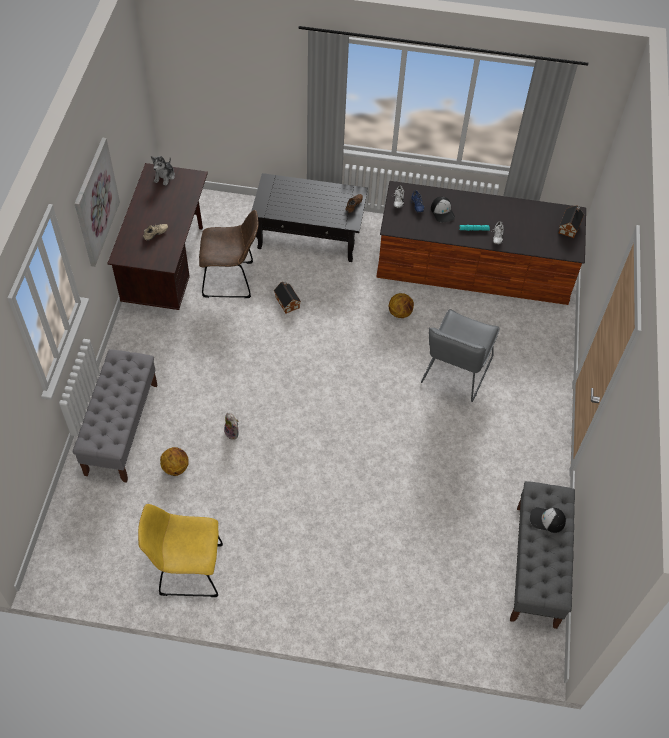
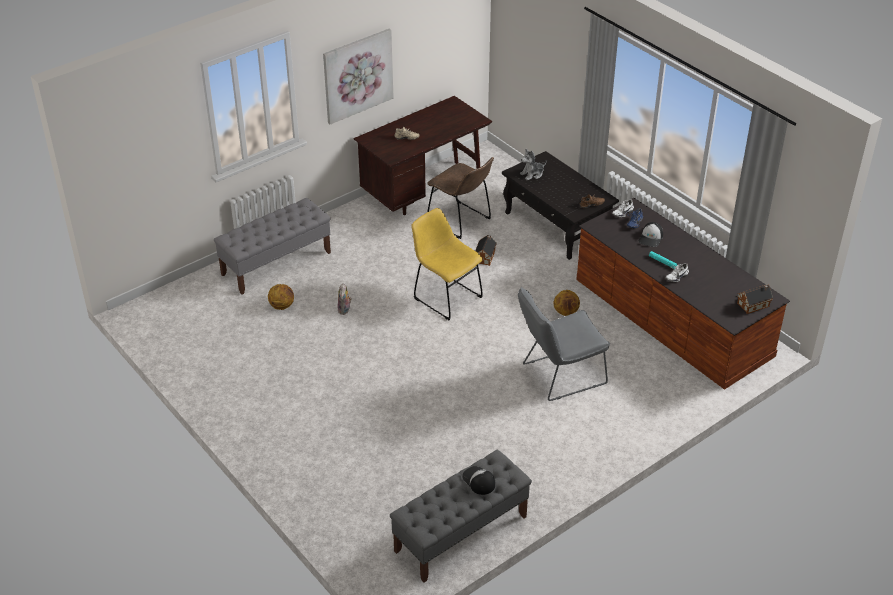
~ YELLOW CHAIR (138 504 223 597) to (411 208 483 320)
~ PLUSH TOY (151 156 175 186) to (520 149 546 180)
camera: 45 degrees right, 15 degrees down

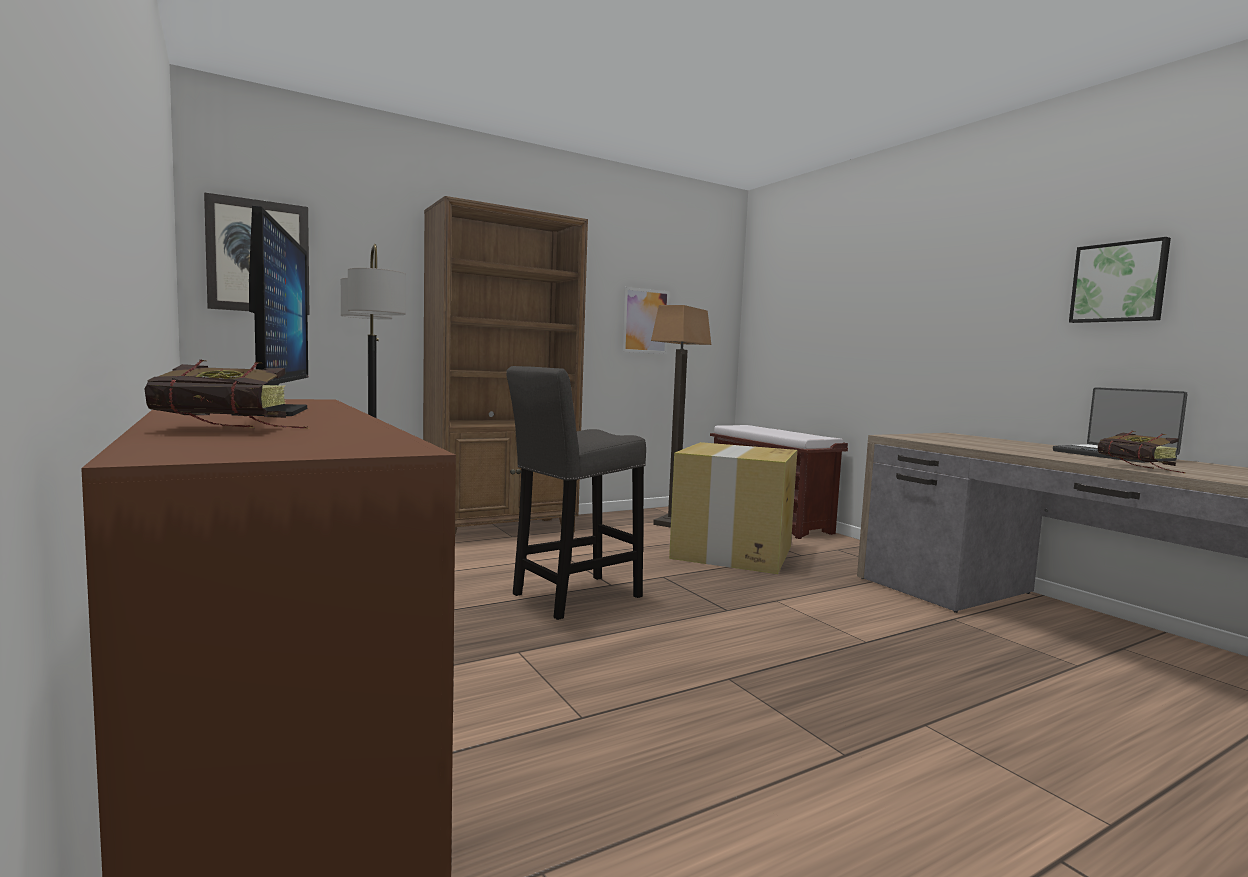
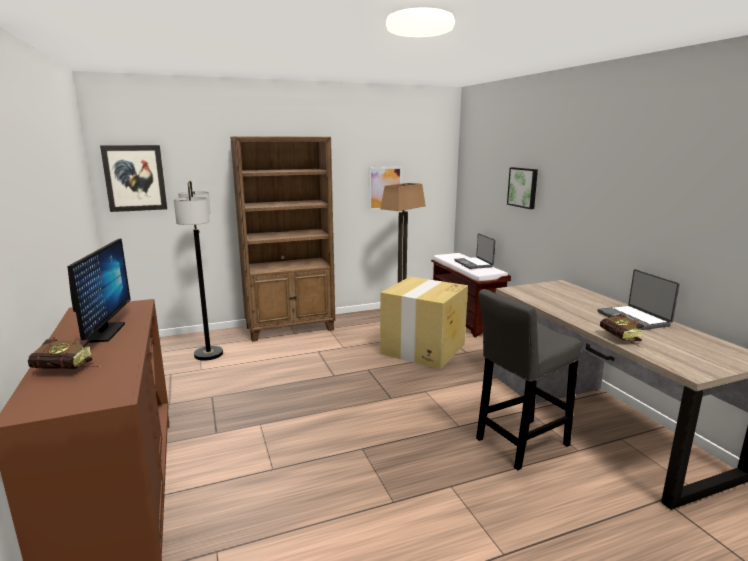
+ LAPTOP (454 233 496 269)
~ GREY STOOL (506 366 646 620) to (476 289 582 470)
~ PICTURE (1069 237 1171 323) to (507 167 538 209)
camera: 10 degrees right, 10 degrees up

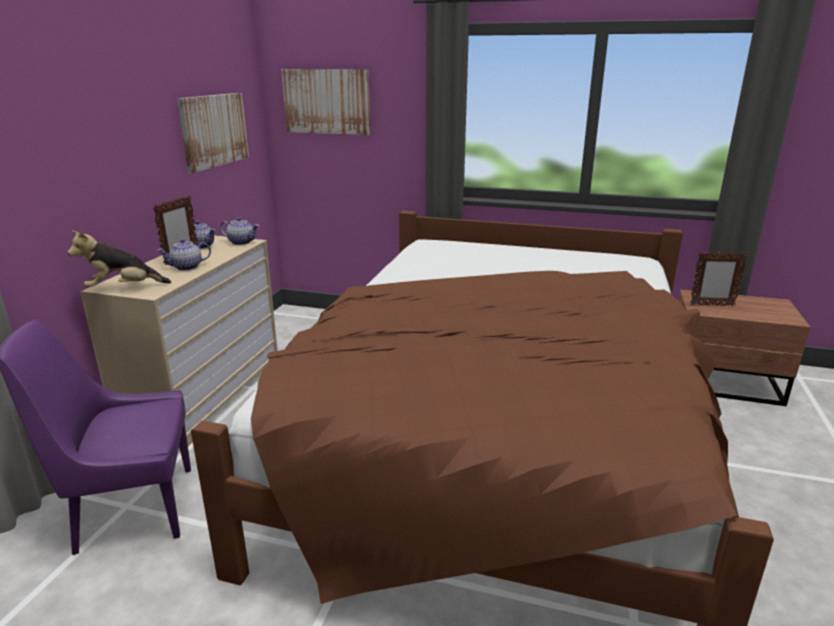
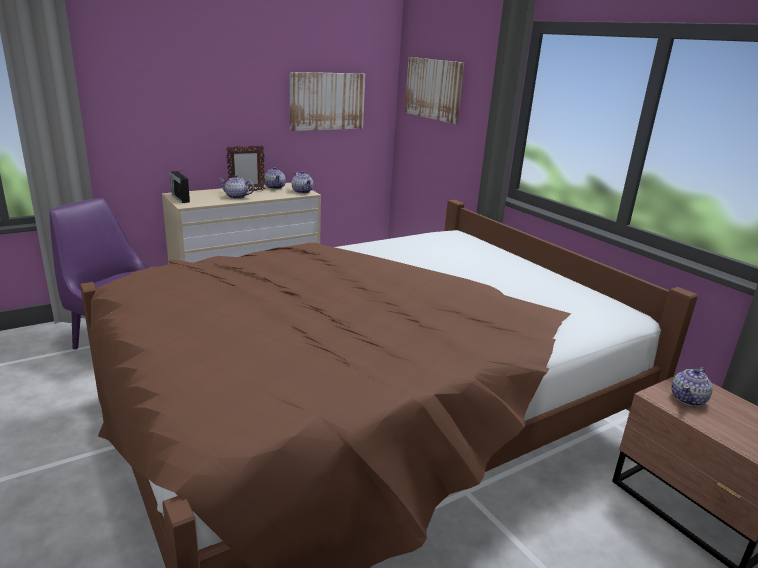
~ PLUSH TOY (67 230 171 287) to RADIO (170 171 190 203)
~ PICTURE FRAME (690 252 747 306) to TEAPOT (671 367 713 406)
camera: 40 degrees right, 0 degrees up

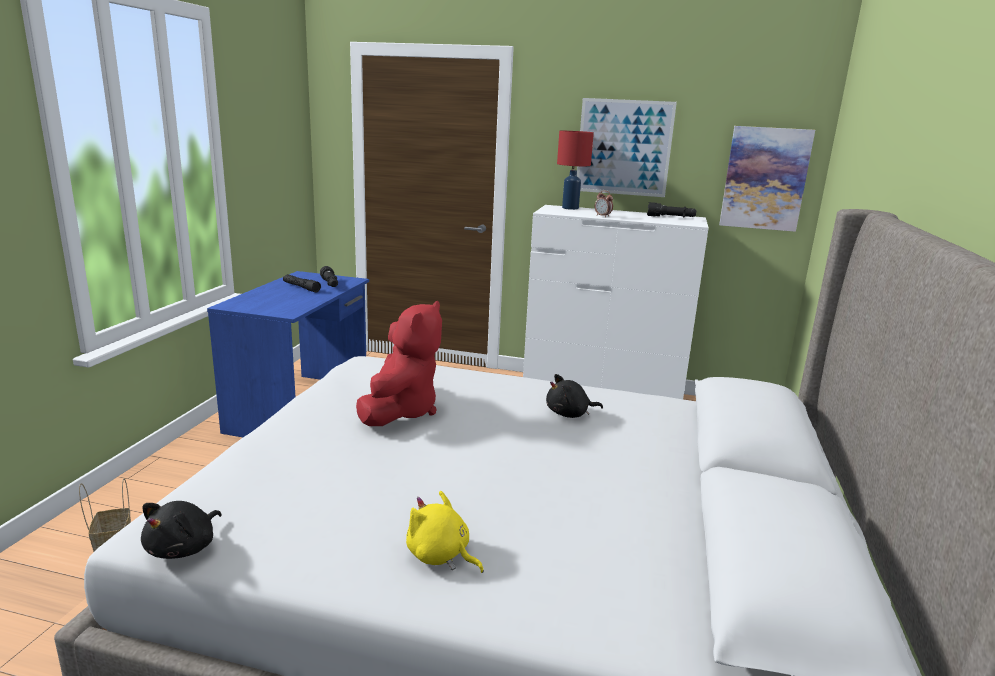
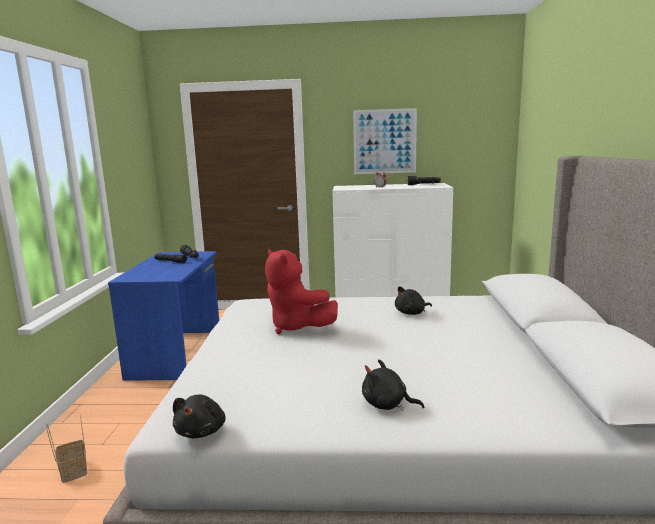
~ RED PLUSH TOY (356 301 442 426) = (265 249 338 334) 135 degrees clockwise
~ YELLOW PLUSH TOY (406 491 484 573) to BLACK PLUSH TOY (362 359 424 411)
- RED TABLE LAMP (557 131 594 210)
- PICTURE (719 126 815 232)
camera: 10 degrees left, 5 degrees down

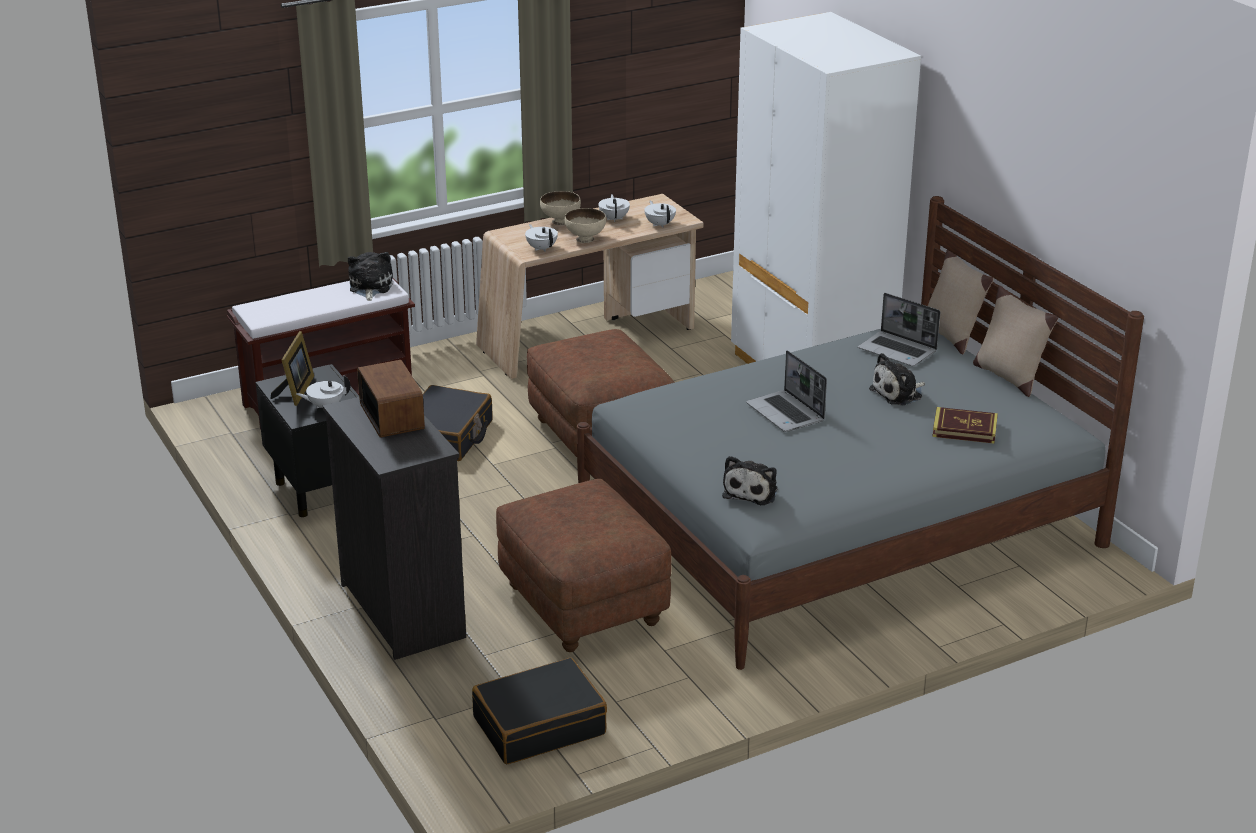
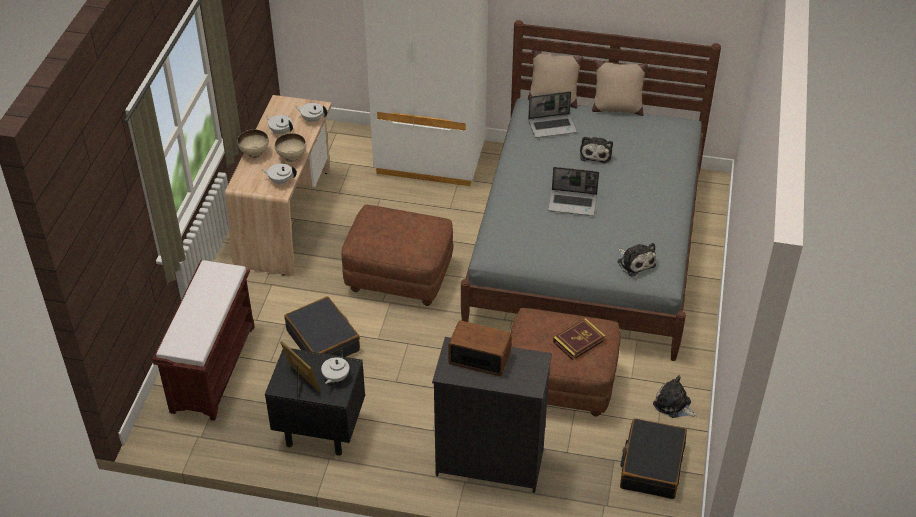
~ BOOK (932 407 998 443) to (553 318 606 360)
~ PLUSH TOY (348 252 393 301) to (653 375 697 418)
camera: 50 degrees left, 15 degrees up

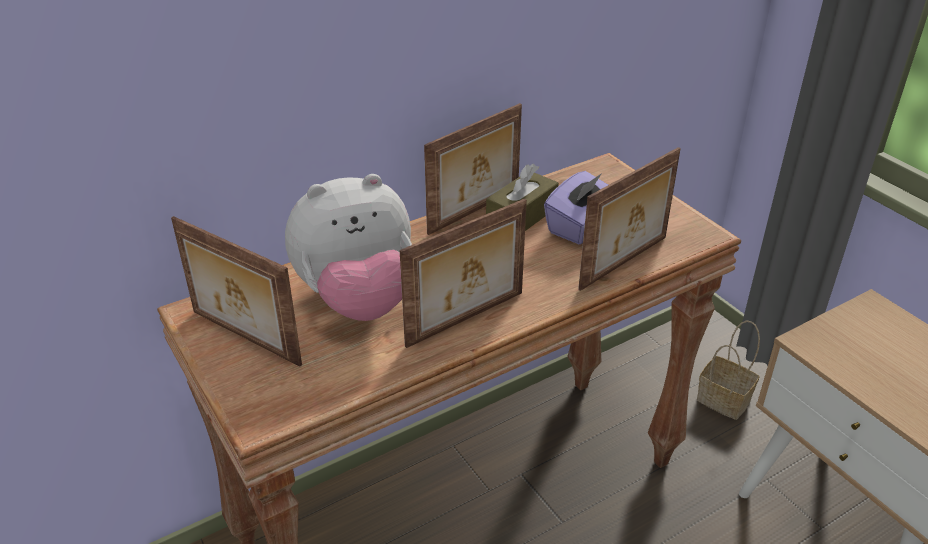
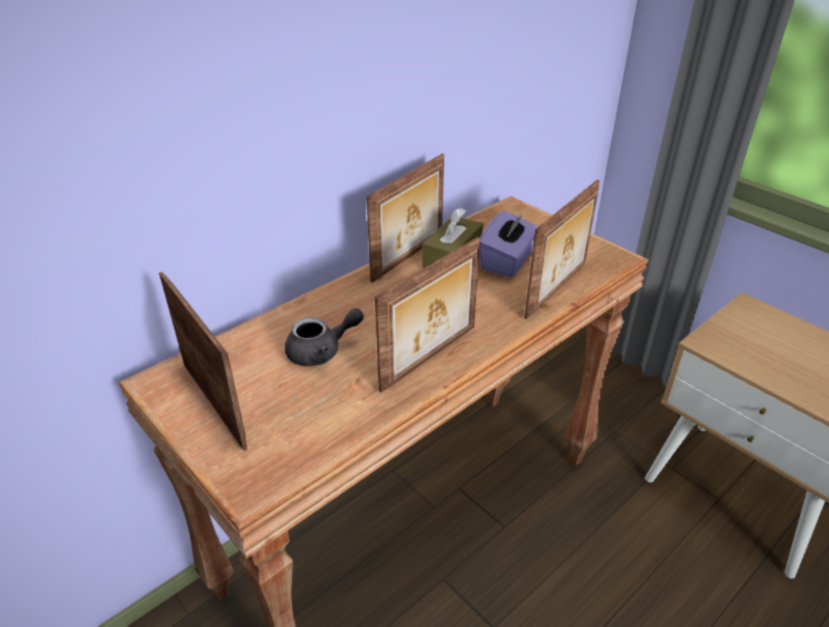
~ PICTURE FRAME (171 216 302 367) = (159 272 247 451) 150 degrees counterclockwise
~ PLUSH TOY (285 174 412 321) to GREY TEAPOT (285 308 364 366)
- BASKET (697 320 760 420)
camera: 10 degrees left, 0 degrees up

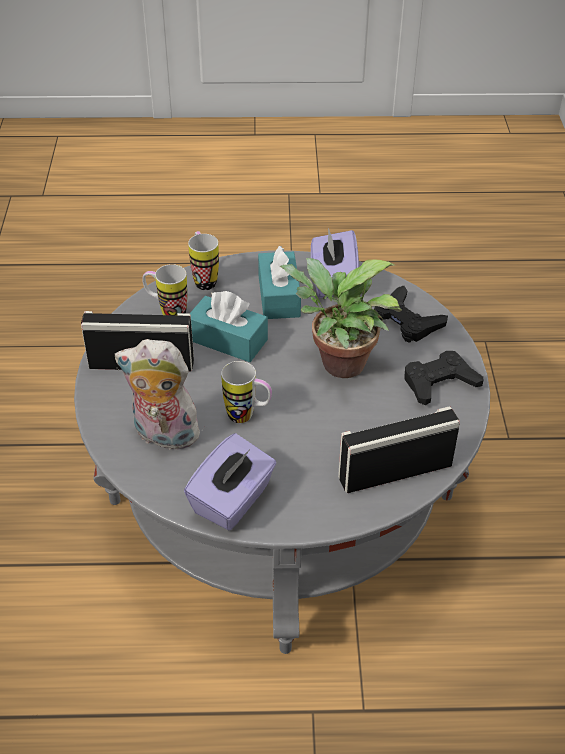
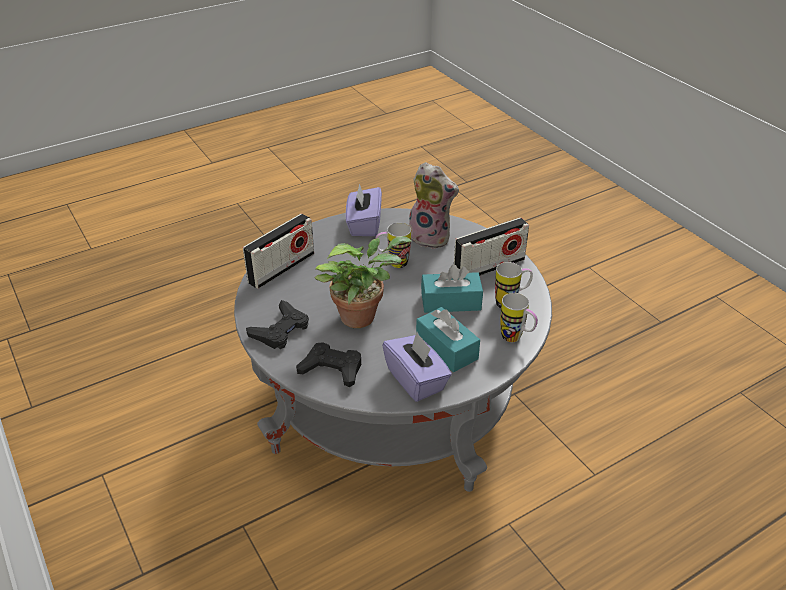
~ PLUSH TOY (115 339 204 454) = (409 162 459 249) 45 degrees clockwise
camera: 150 degrees right, 5 degrees down

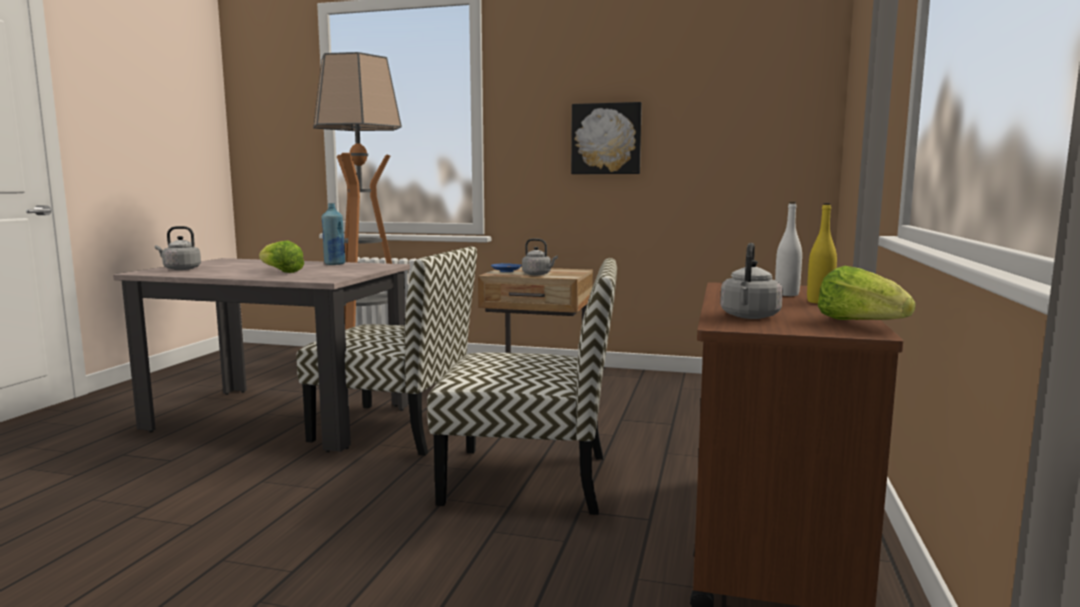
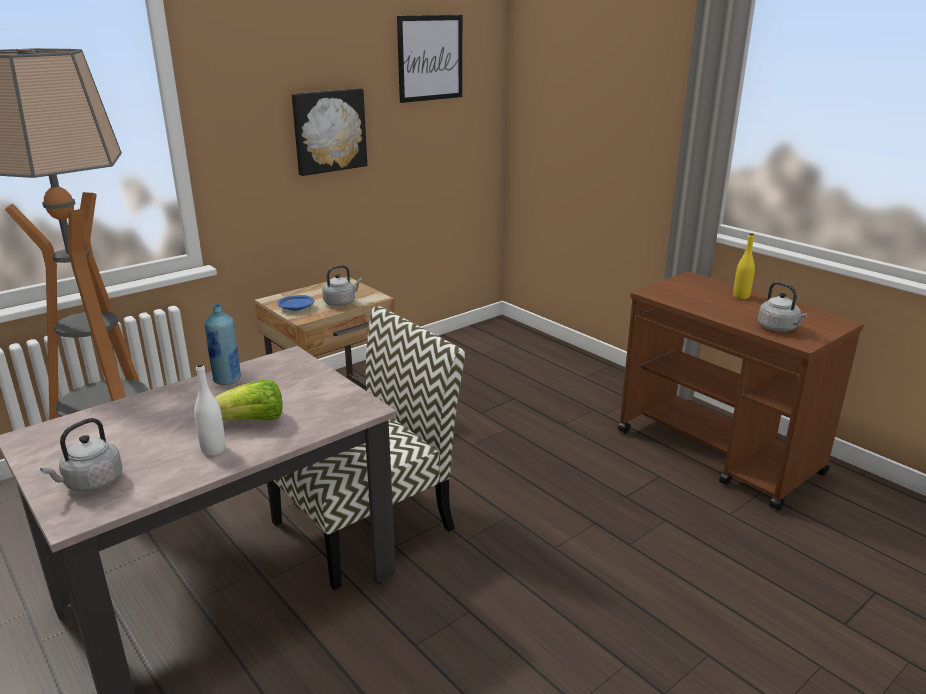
~ WHITE BOTTLE (775 202 802 296) to (194 363 226 456)
+ PICTURE (397 15 462 103)
- CHAIR (427 258 617 515)
- LETTUCE (818 266 916 320)
camera: 55 degrees left, 15 degrees up

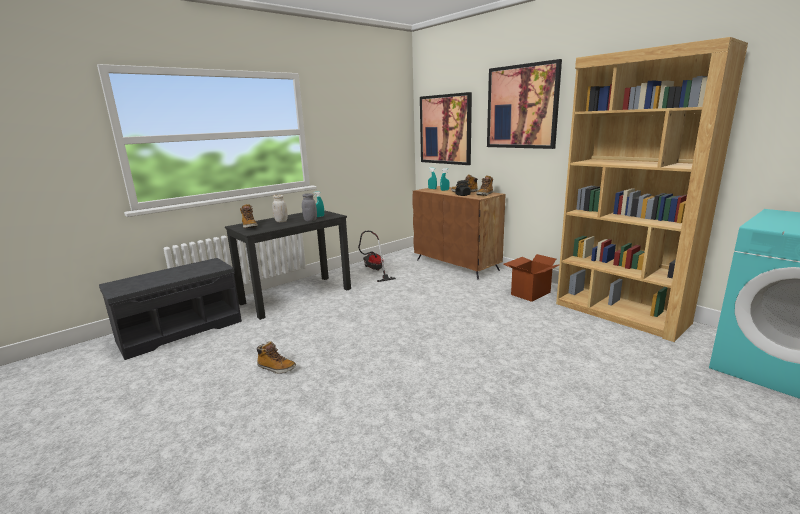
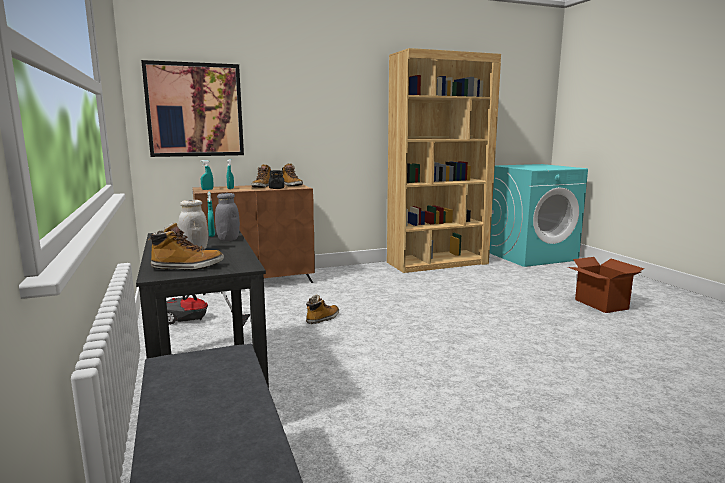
~ BOOT (256 341 296 374) to (306 295 339 324)
~ CARDBOARD BOX (503 254 560 302) to (568 257 644 313)
- PICTURE (487 59 562 149)
camera: 70 degrees left, 5 degrees down

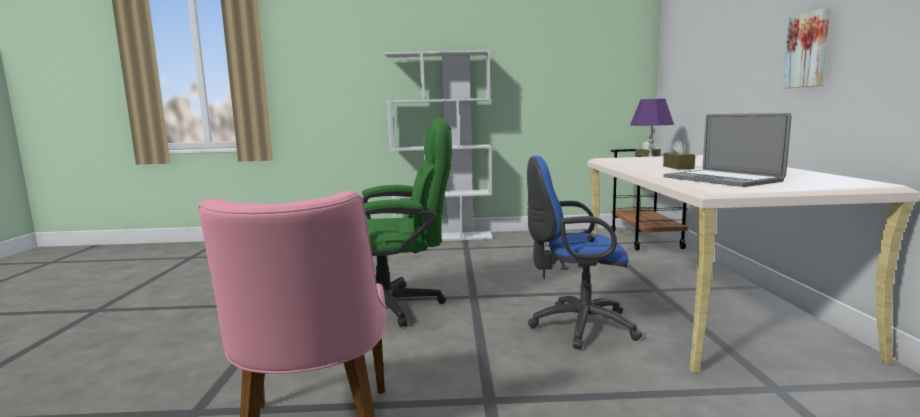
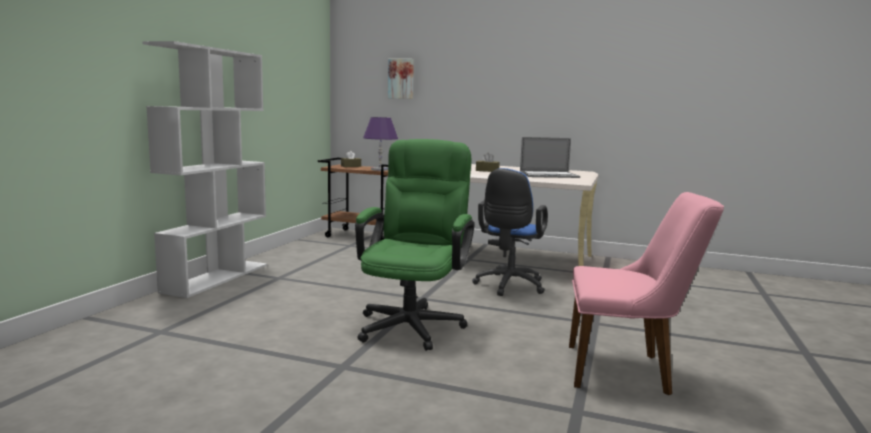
~ PICTURE (783 8 830 88) to (388 59 414 99)
camera: 70 degrees left, 0 degrees up

